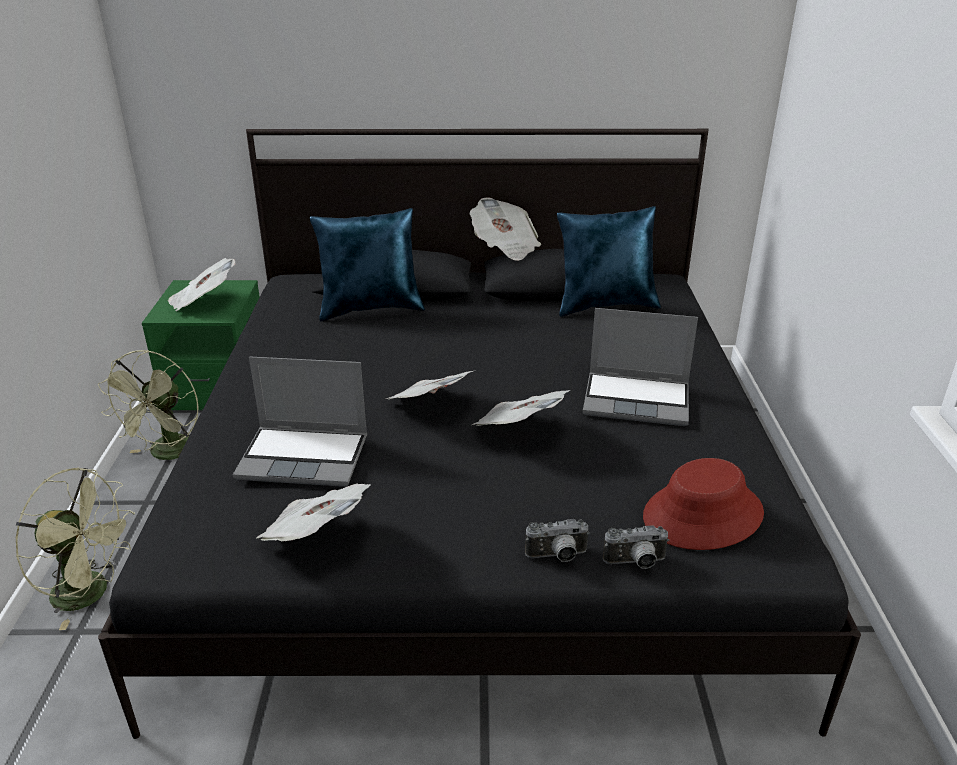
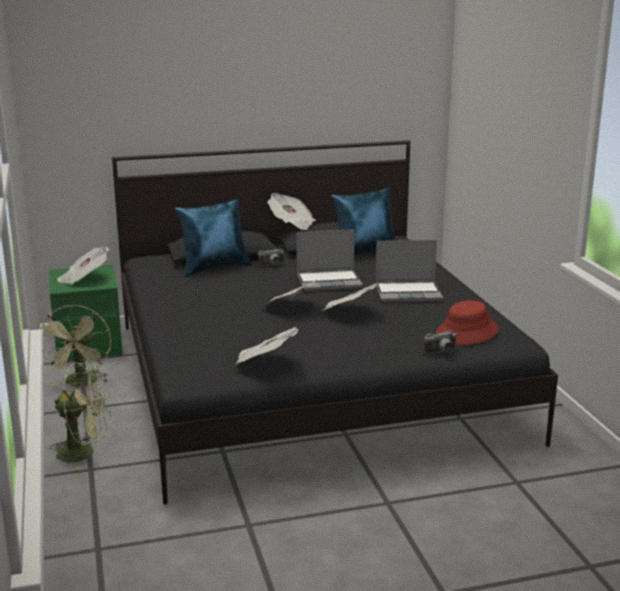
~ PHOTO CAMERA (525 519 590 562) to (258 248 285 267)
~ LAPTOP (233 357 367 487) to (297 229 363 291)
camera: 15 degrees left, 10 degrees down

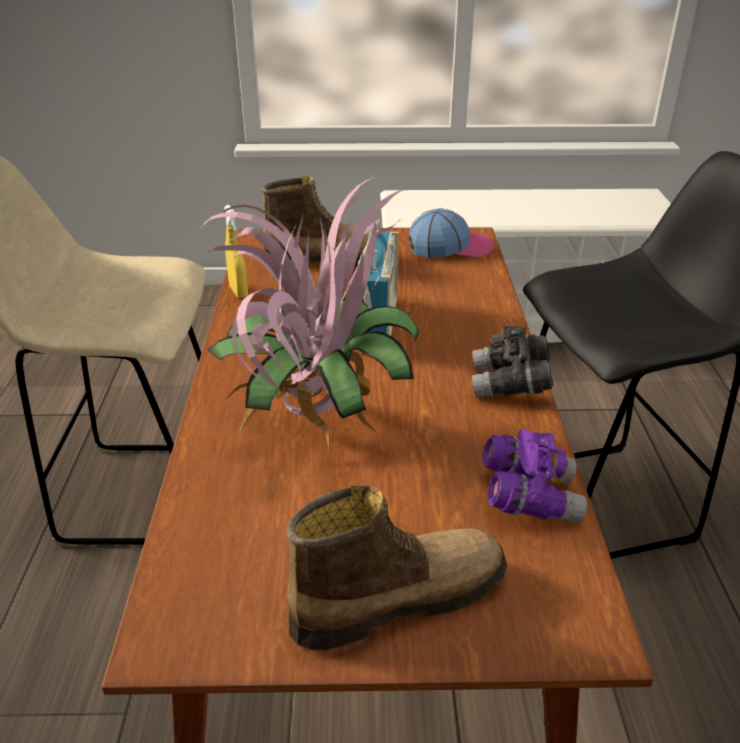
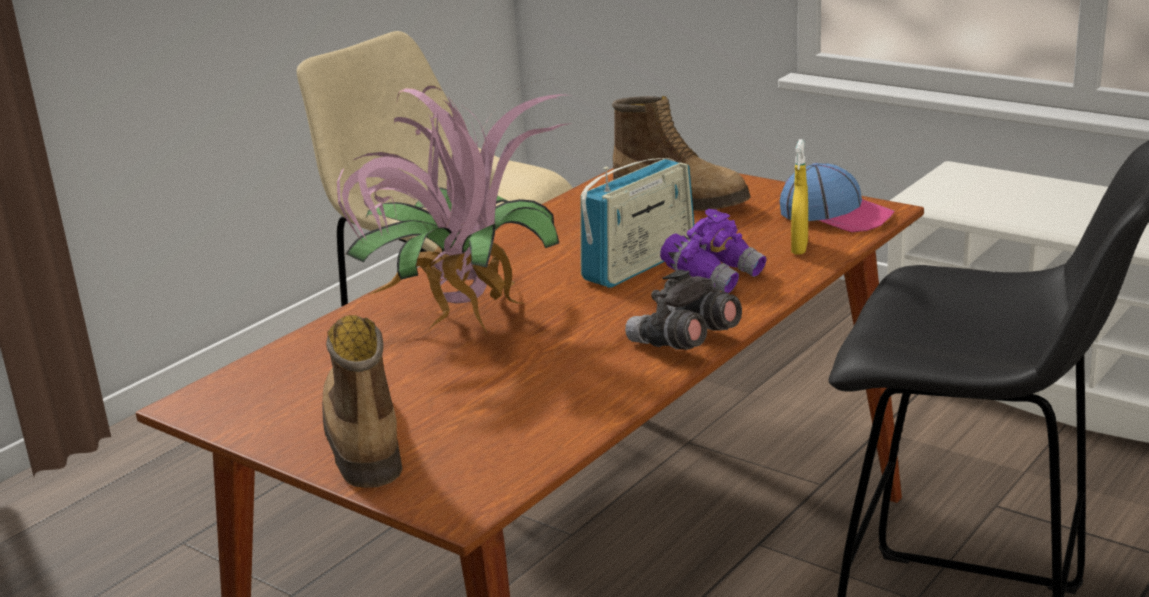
~ BOOT (286 485 507 650) = (322 315 403 488) 120 degrees counterclockwise
~ PURPLE BINOCULARS (483 429 587 523) to (660 209 767 293)
~ YELLOW SPRAY BOTTLE (224 205 248 298) to (791 139 808 255)
camera: 40 degrees right, 10 degrees down

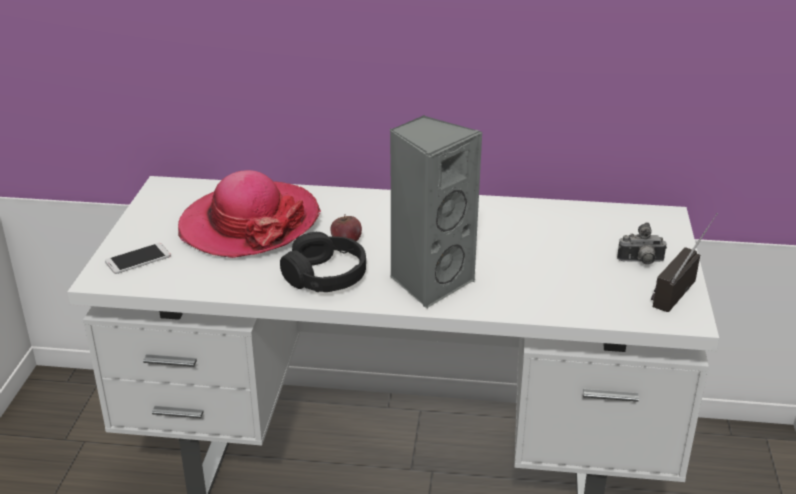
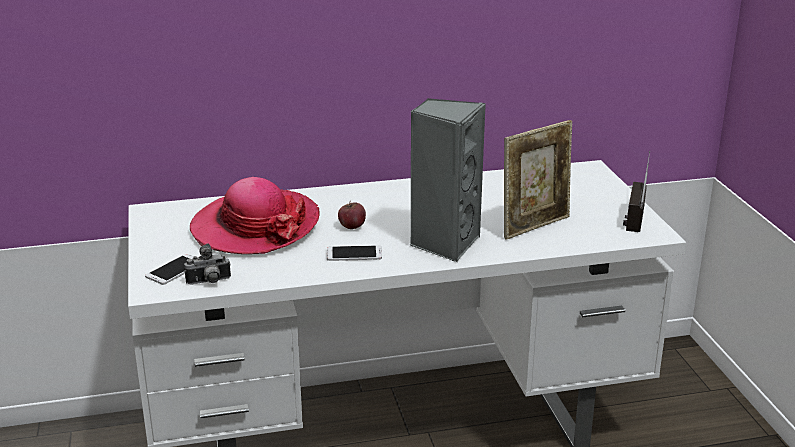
~ PHOTO CAMERA (617 222 667 265) to (184 244 231 284)
~ BLACK HEADPHONES (280 232 366 292) to PHONE (327 245 382 261)
+ PICTURE FRAME (504 120 572 240)
camera: 20 degrees left, 5 degrees down

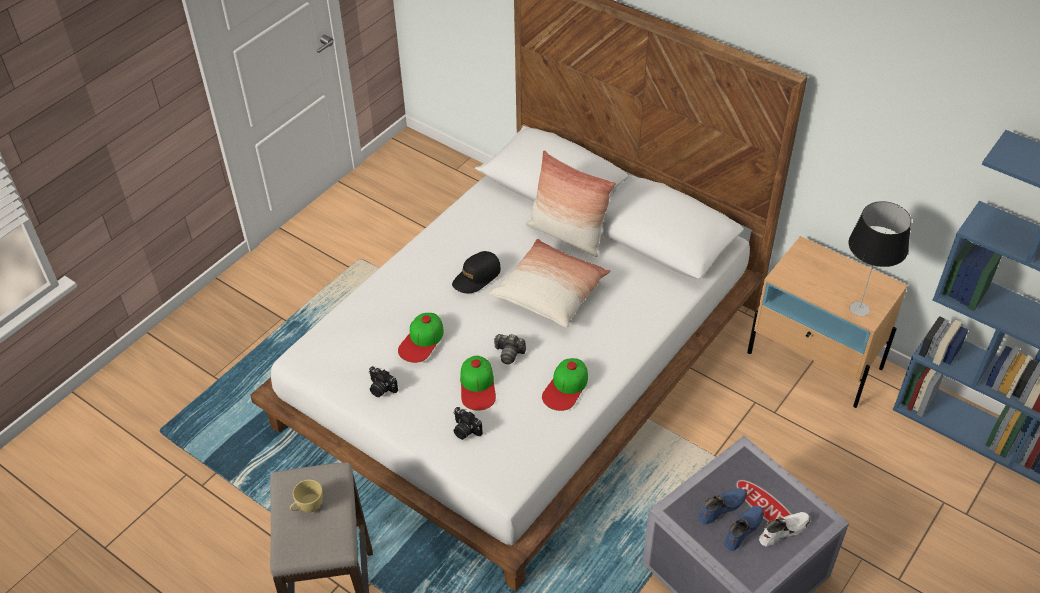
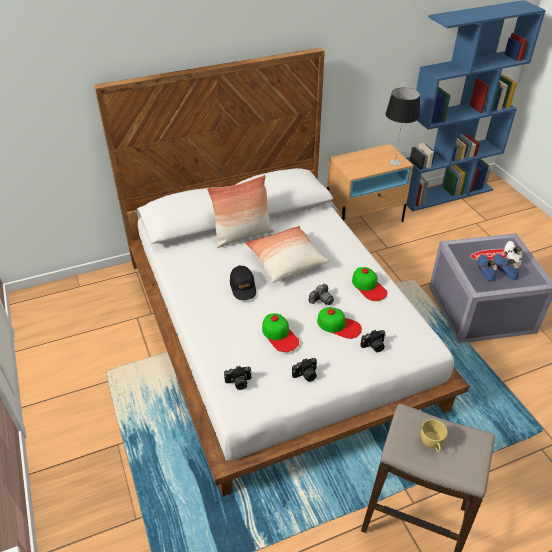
+ PHOTO CAMERA (224 366 252 390)
camera: 60 degrees left, 5 degrees down

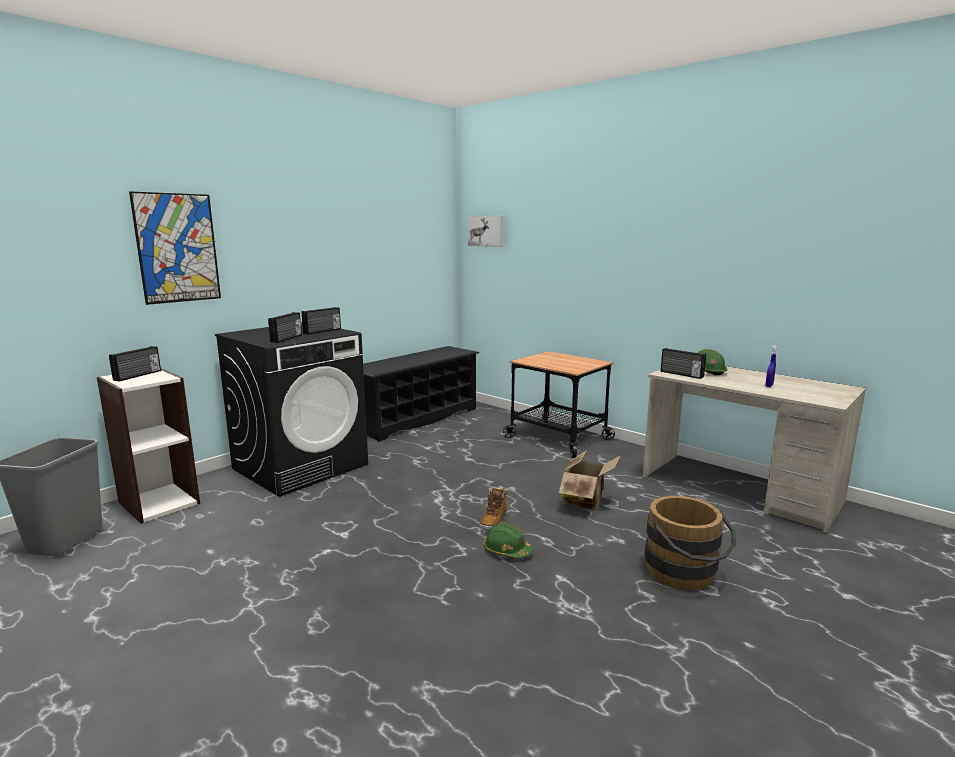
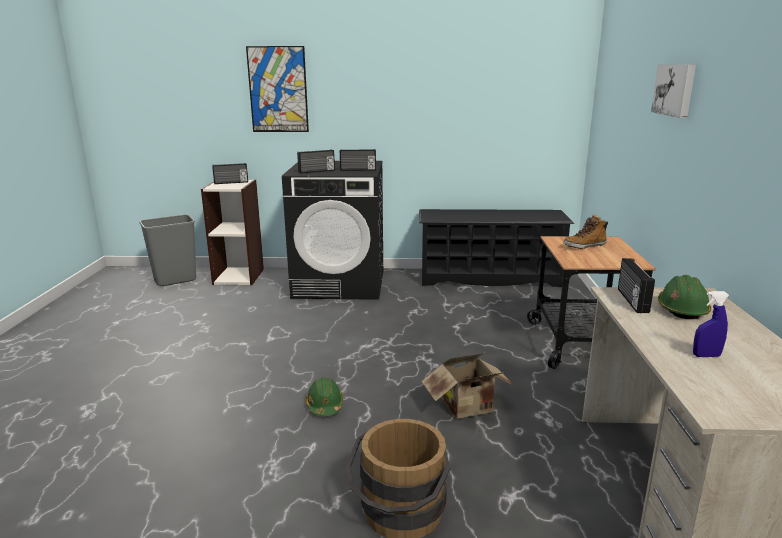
~ BOOT (479 487 507 530) to (564 215 608 249)
~ PICTURE (468 216 503 247) to (651 64 696 118)
camera: 50 degrees right, 5 degrees up

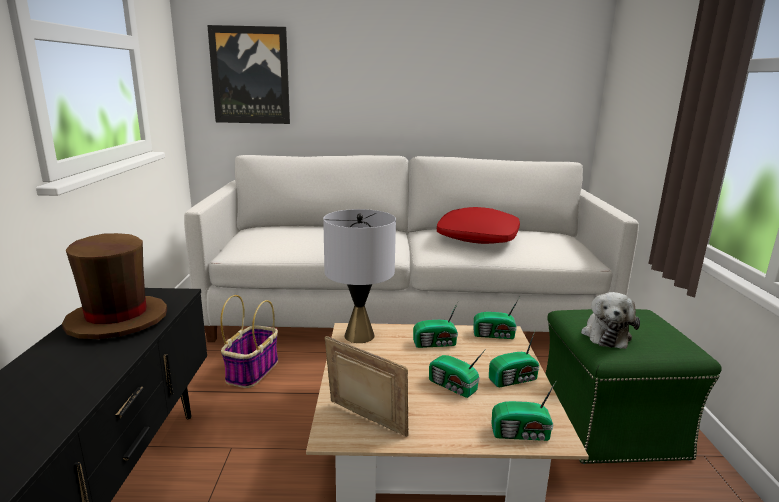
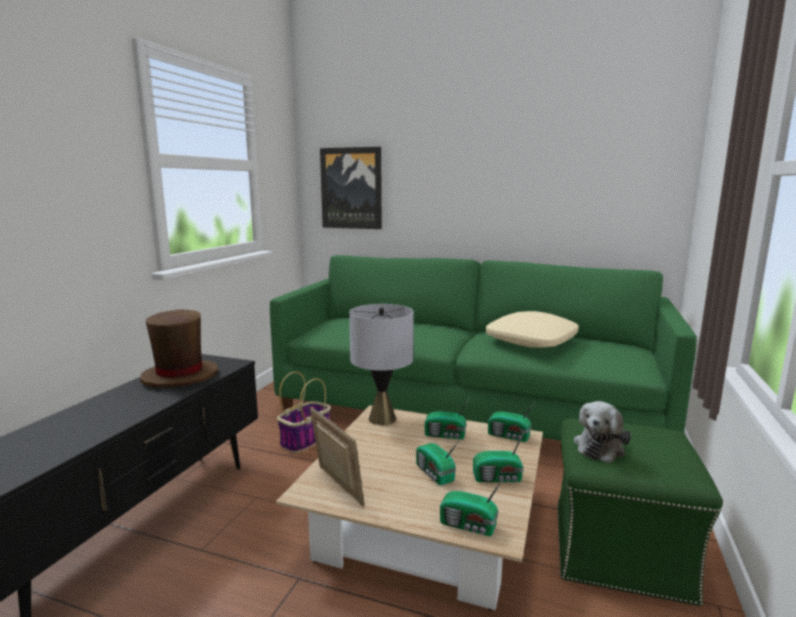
~ WHITE SOFA (184 155 639 342) to GREEN SOFA (270 255 697 440)
~ RED PILLOW (437 207 520 244) to BEIGE PILLOW (486 311 579 348)
camera: 20 degrees right, 5 degrees down

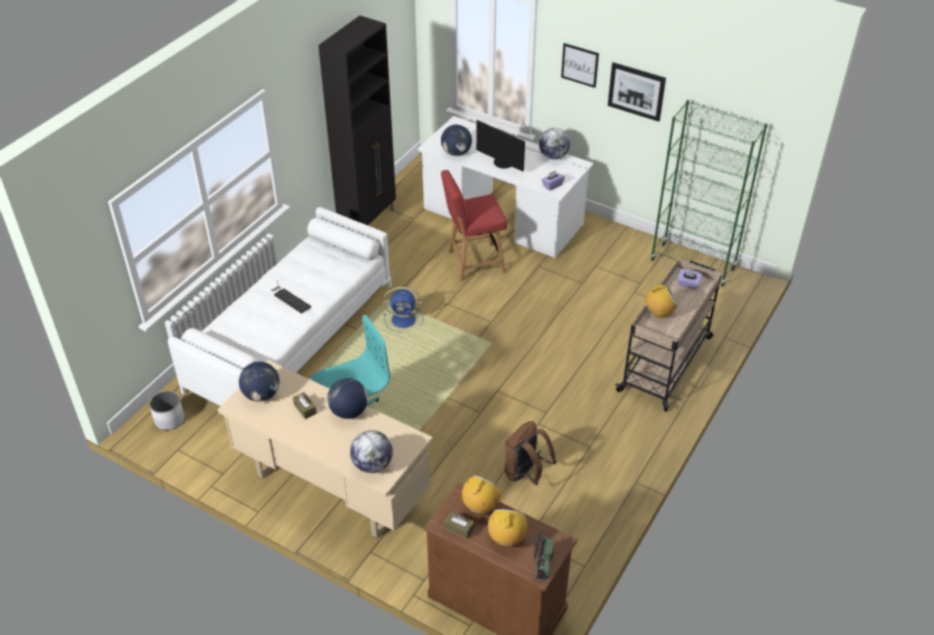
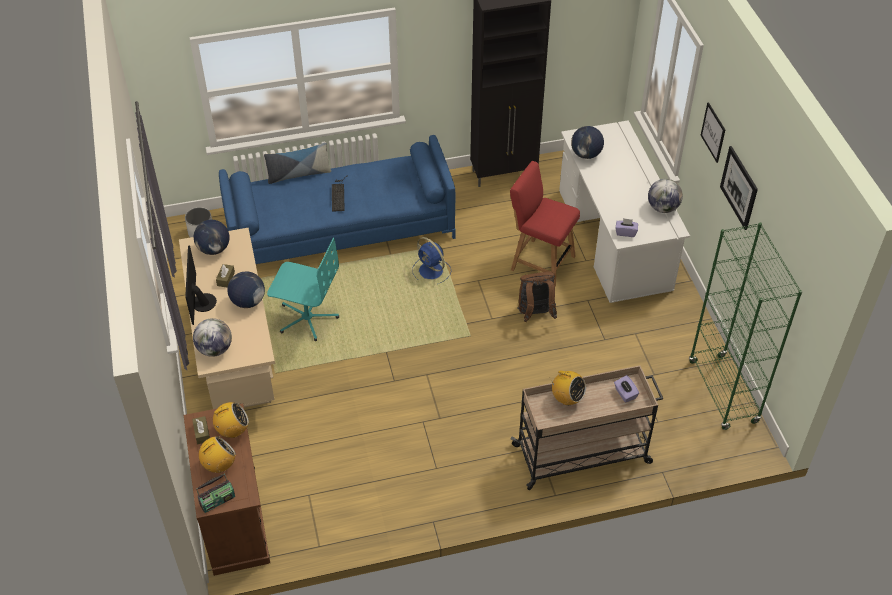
~ MONITOR (476 120 525 171) to (185 245 217 325)
~ WHITE SOFA (168 207 392 406) to BLUE SOFA (219 135 456 264)
+ PILLOW (264 142 331 184)
~ BROWN BACKPACK (504 421 557 485) to (517 272 557 322)
camera: 45 degrees right, 5 degrees up

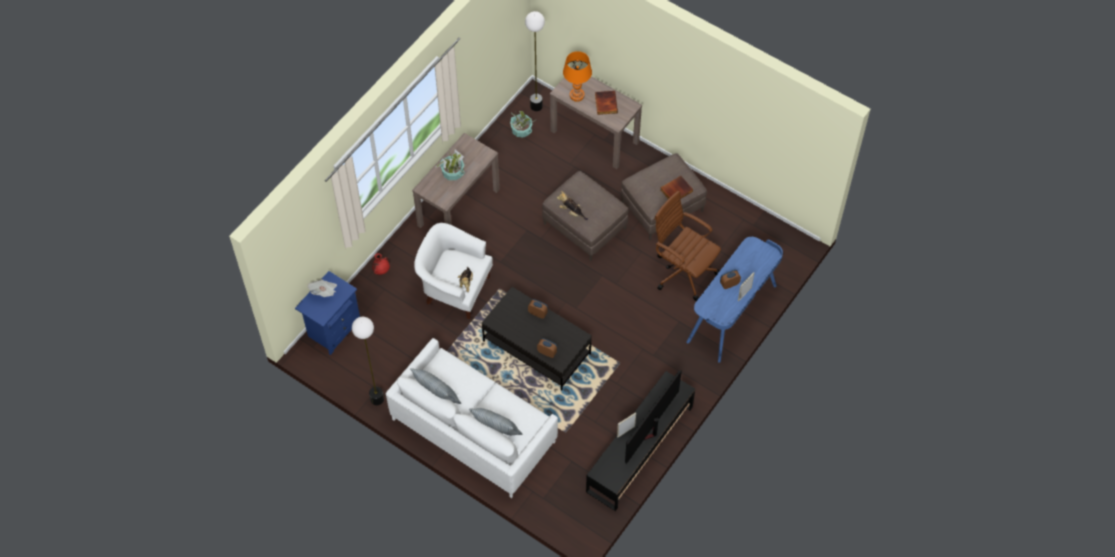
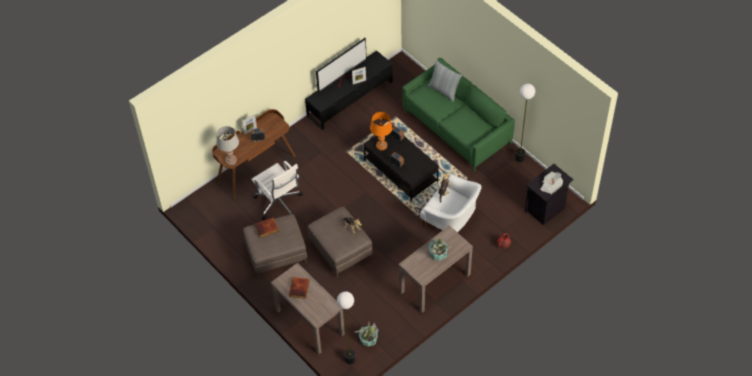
~ BLUE DESK (686 237 783 363) to BROWN DESK (212 109 295 199)
+ GREY TABLE LAMP (216 126 239 165)
~ BROWN OFFICE CHAIR (654 191 721 301) to WHITE OFFICE CHAIR (251 161 303 220)
~ ORANGE TABLE LAMP (563 51 592 102) to (370 112 392 150)
~ WHITE SOFA (386 338 558 498) to GREEN SOFA (403 58 515 171)
~ BLUE NIGHTSTAND (295 271 360 355) to BLACK NIGHTSTAND (525 164 574 225)
- PILLOW (410 368 461 404)
camera: 165 degrees left, 5 degrees down

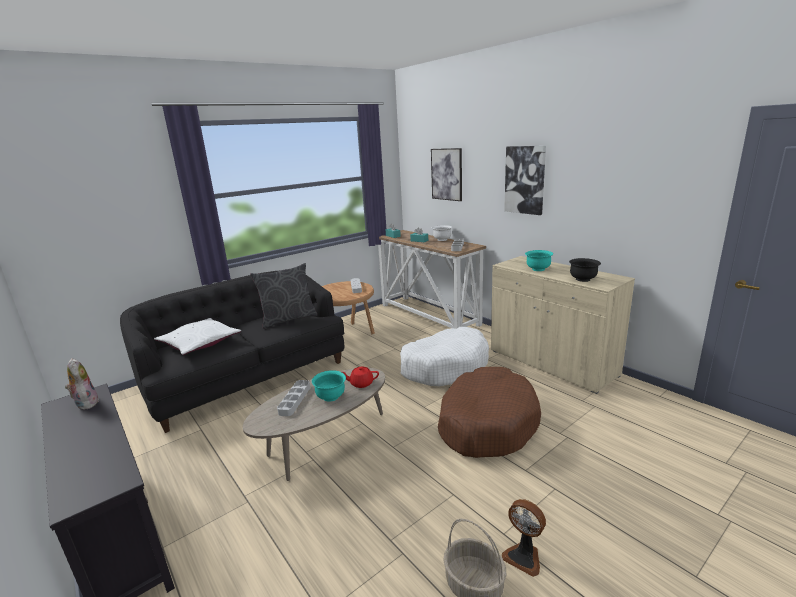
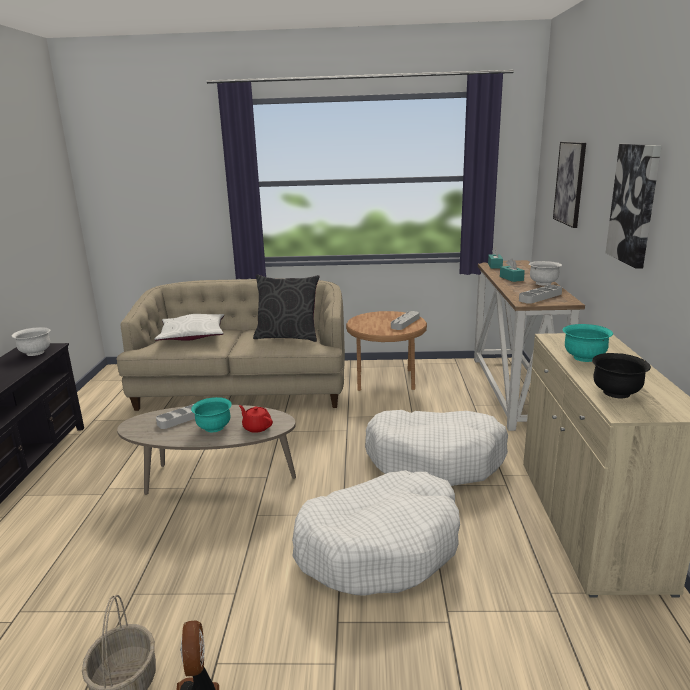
~ PLUSH TOY (65 358 99 410) to WHITE BOWL (12 327 50 356)
~ BLACK SOFA (120 270 344 433) to BEIGE SOFA (116 278 345 411)
~ BROWN DOG BED (438 367 541 458) to WHITE DOG BED (292 470 460 596)
camera: 40 degrees right, 0 degrees up

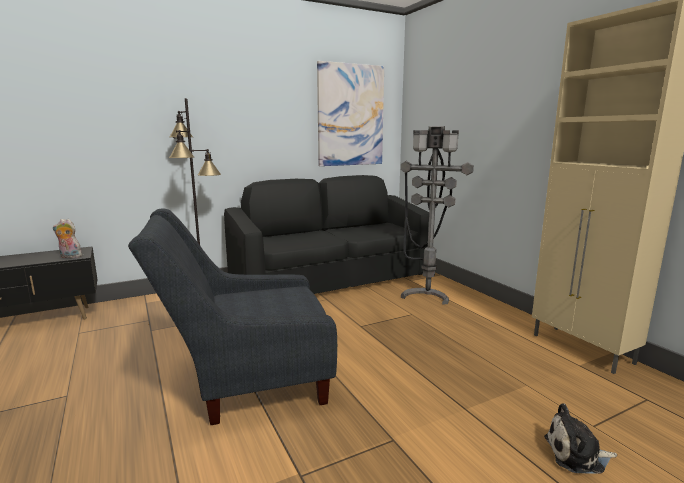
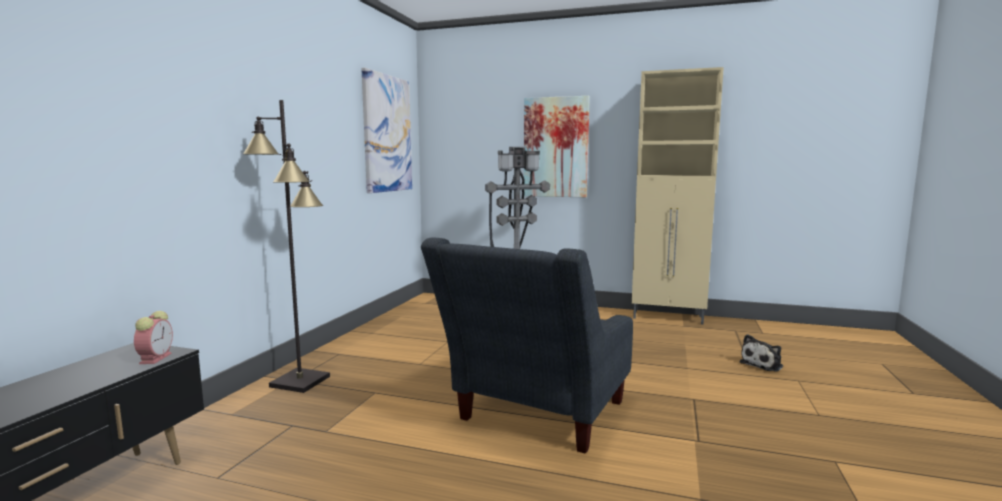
~ PLUSH TOY (53 219 82 258) to ALARM CLOCK (134 311 173 364)
+ PICTURE (524 96 590 197)
- BLACK SOFA (224 175 429 294)
camera: 45 degrees left, 5 degrees down

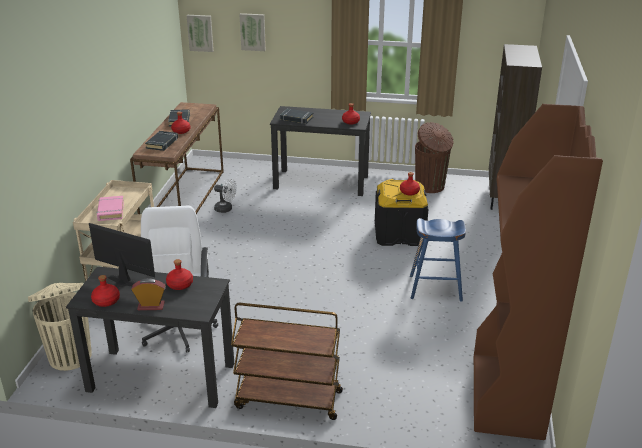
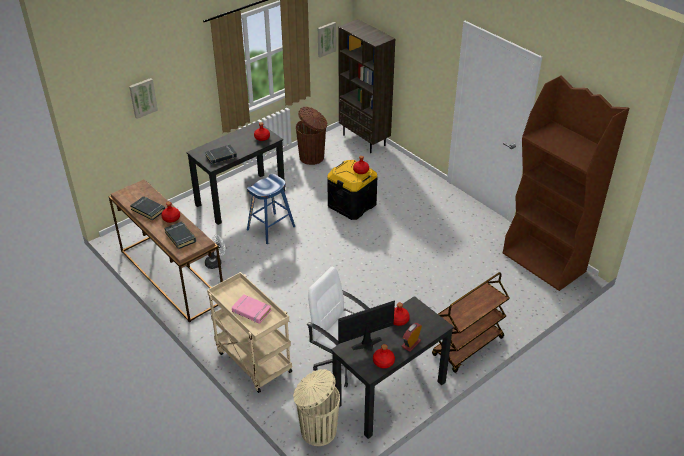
~ BLUE STOOL (410 218 466 302) to (247 174 295 244)
~ PICTURE (187 15 214 52) to (318 22 336 58)
camera: 50 degrees left, 10 degrees up

